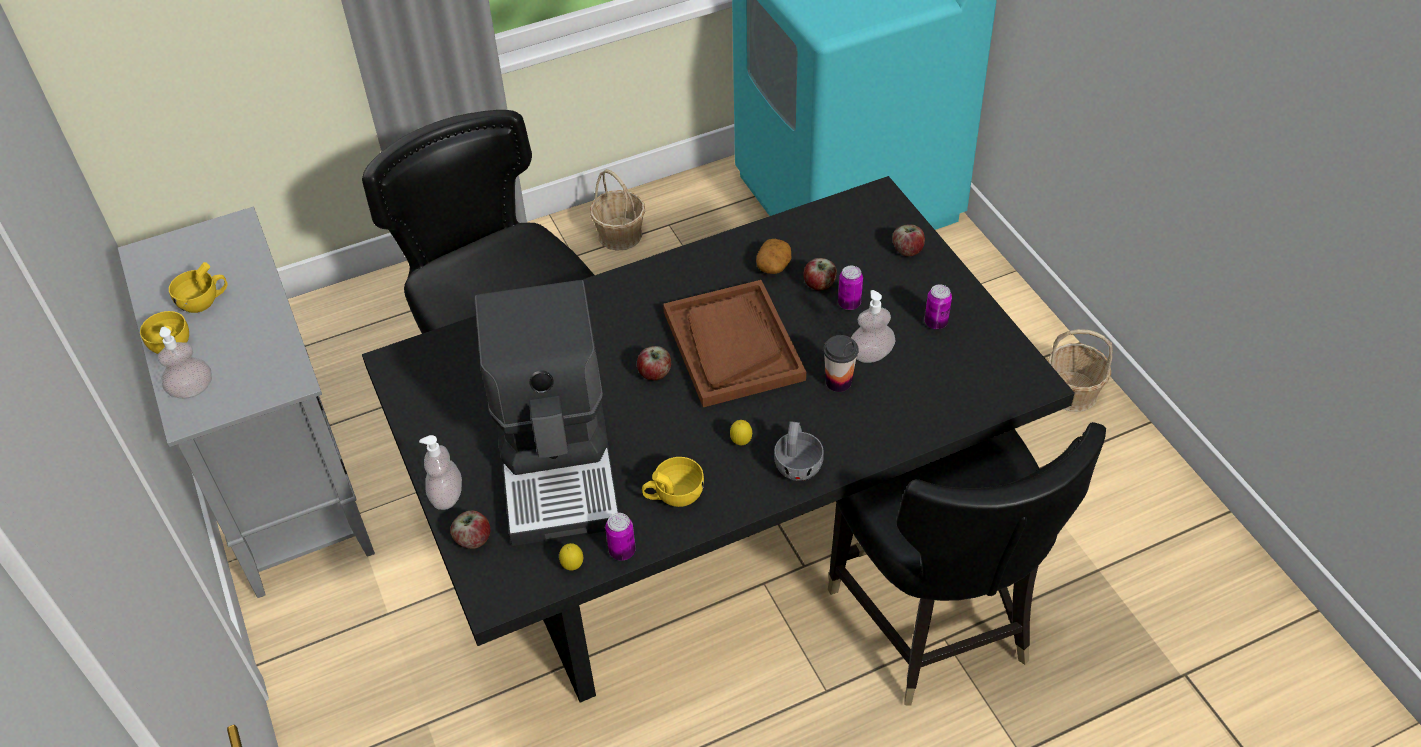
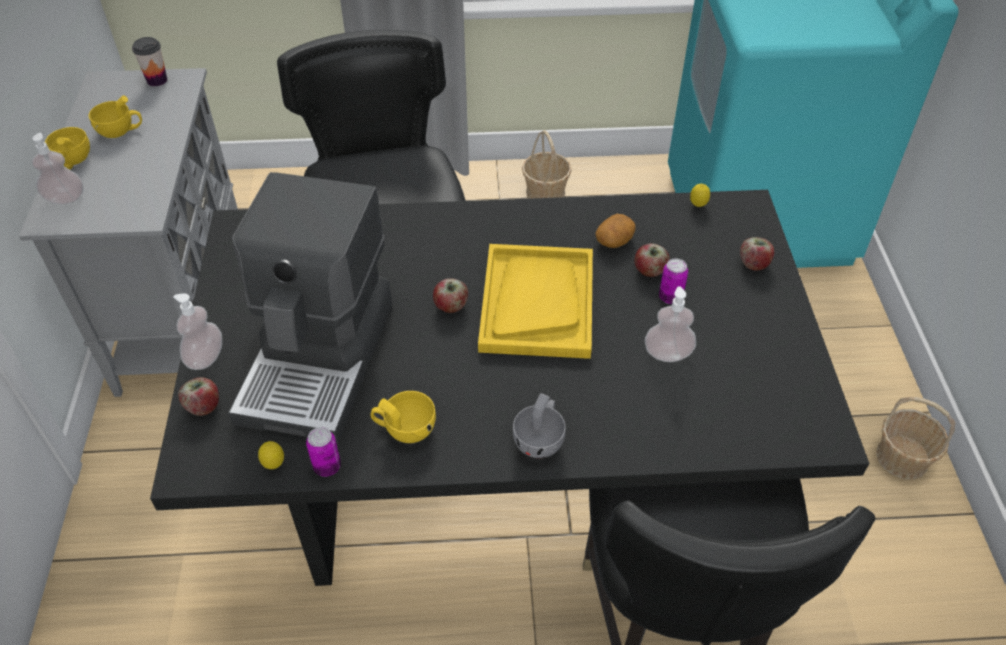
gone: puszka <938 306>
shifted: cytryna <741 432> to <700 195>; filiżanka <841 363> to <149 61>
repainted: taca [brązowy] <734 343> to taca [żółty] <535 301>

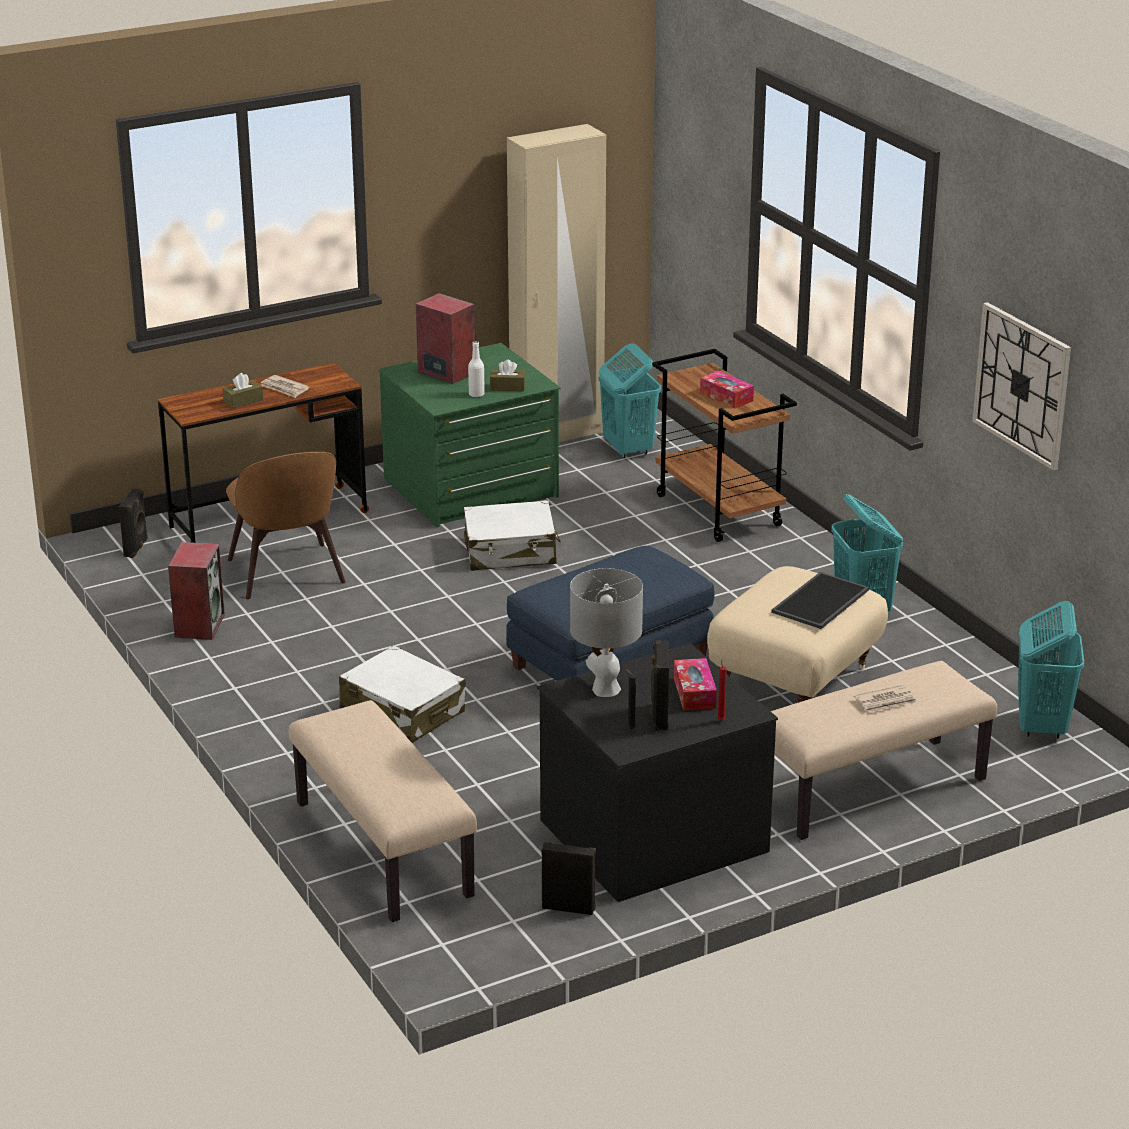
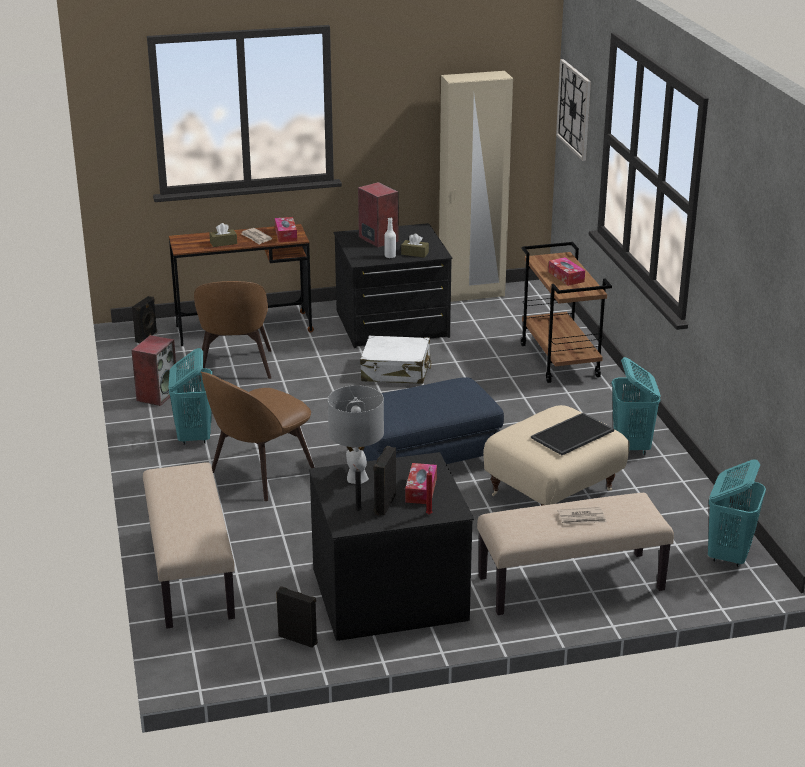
new: pudełko chusteczek <286 229>
shifted: kosz na pranie [turkusowy] <630 400> to <190 396>; zegar ścienny <1021 386> to <573 110>
swapped: walizka [biały] <402 694> to krzesło [brązowy] <258 436>
repainted: komoda [zielony] <469 435> to komoda [czarny] <393 285>

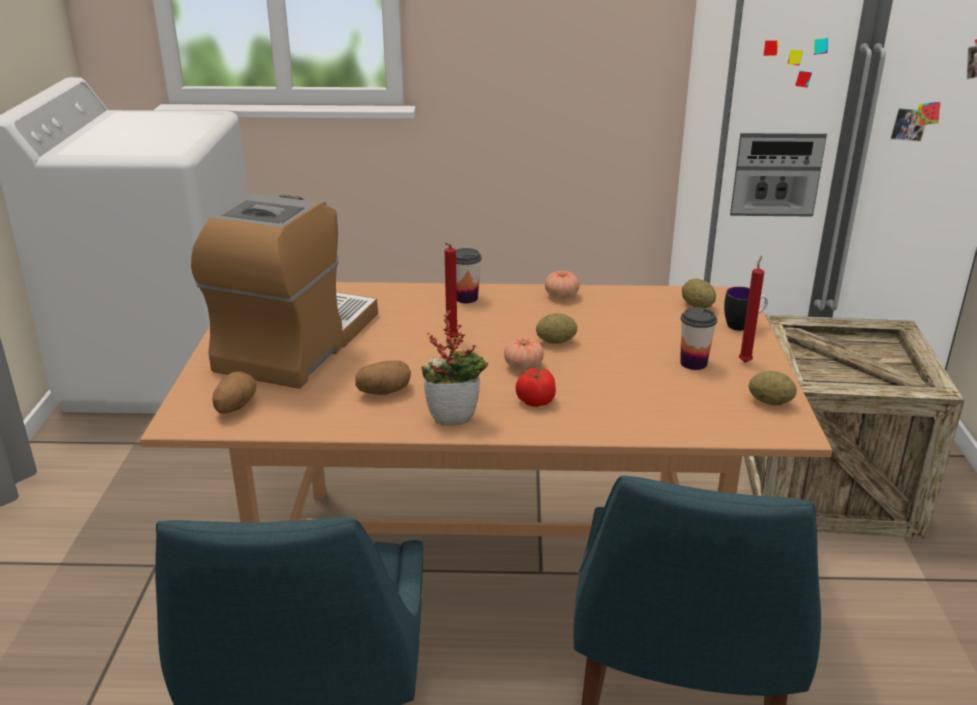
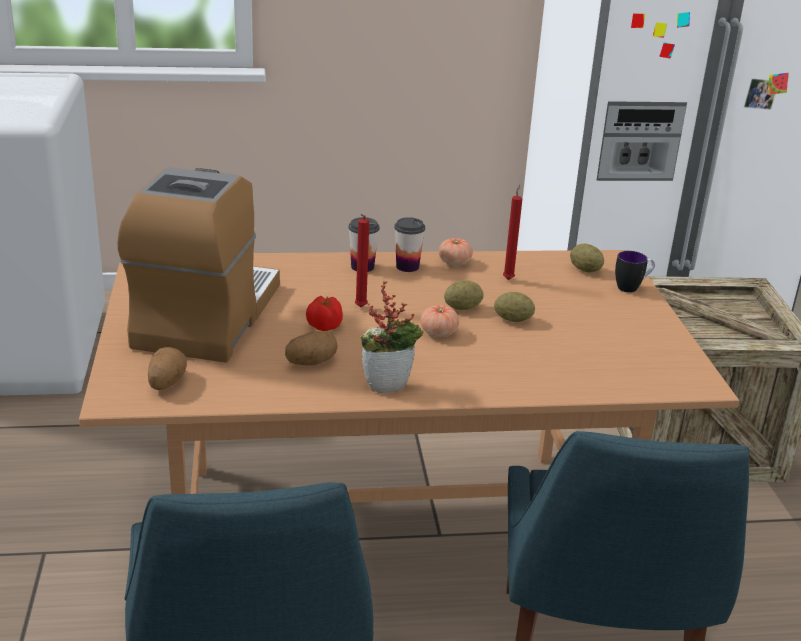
shifted: pomidor <535 387> to <324 313>; filiżanka <698 338> to <409 244>; świeca [czerwony] <751 309> to <512 232>; ziemniak <773 388> to <514 307>

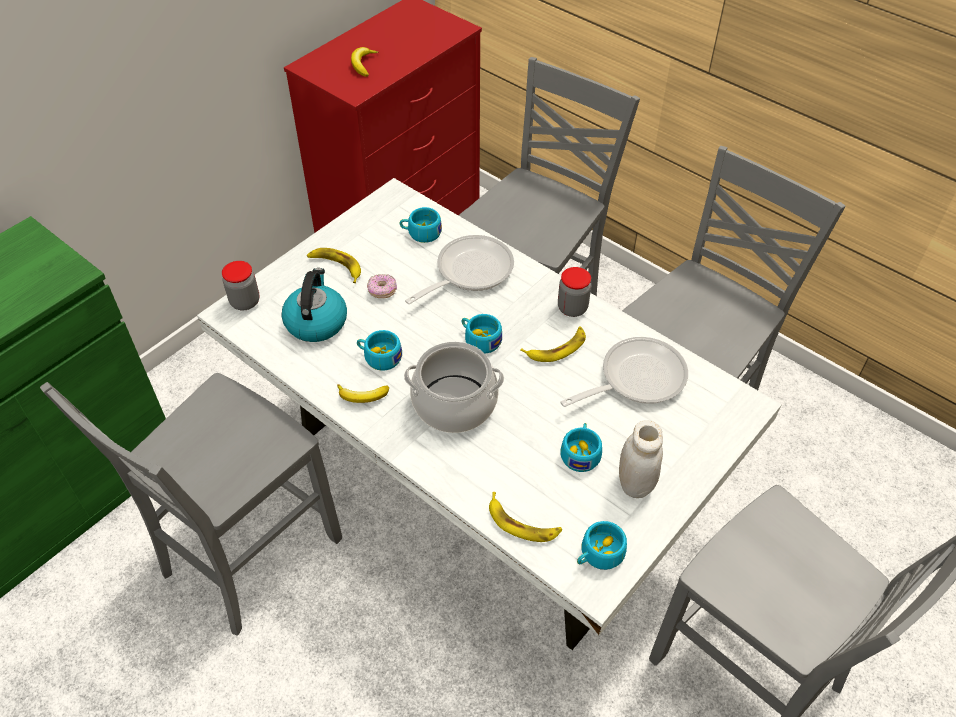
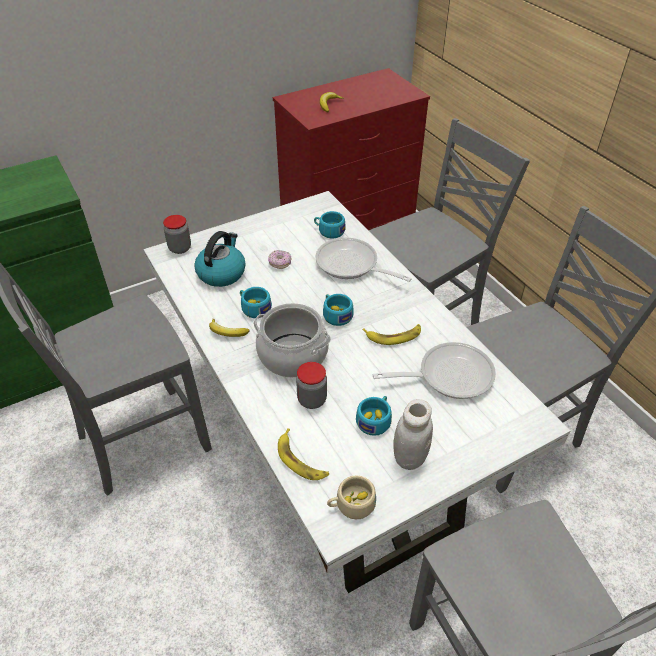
gone: banan <334 265>
shifted: słoik <574 292> to <311 385>
repainted: filiżanka [turkusowy] <602 545> to filiżanka [beżowy] <351 497>
rotated: patelnia <459 269> = <363 260> 120 degrees counterclockwise

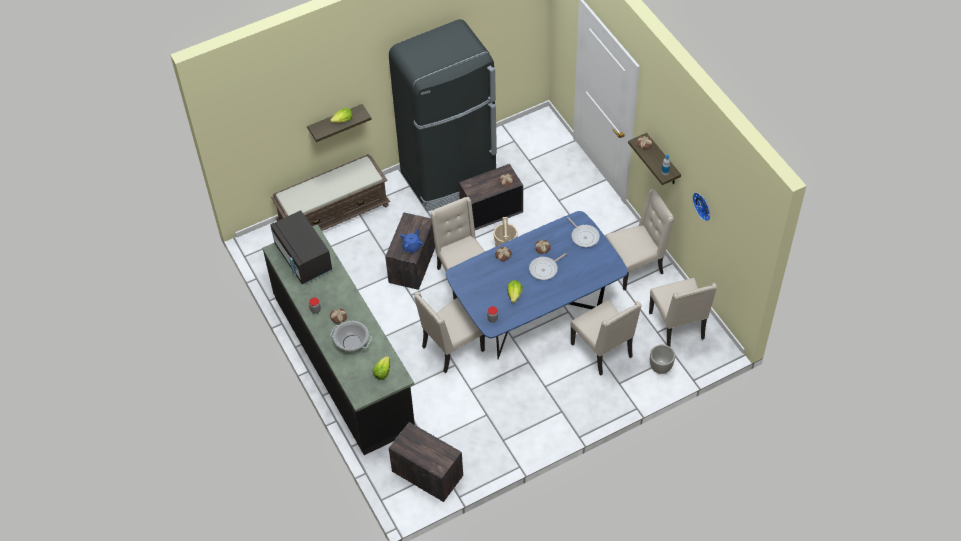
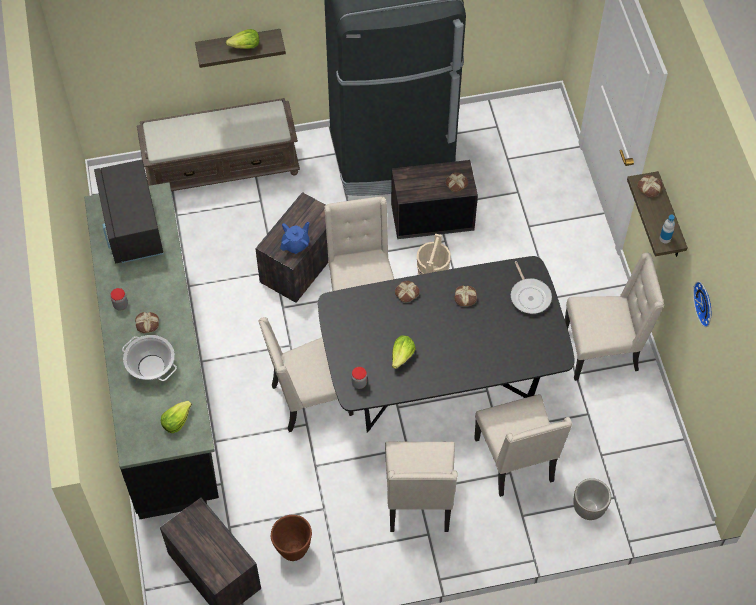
gone: patelnia <548 266>
new: donica [brązowy] <291 538>
shifted: krzesło [beżowy] <683 312> to <421 486>
repainted: stół jadalny [niebieski] <537 285> to stół jadalny [czarny] <446 344>

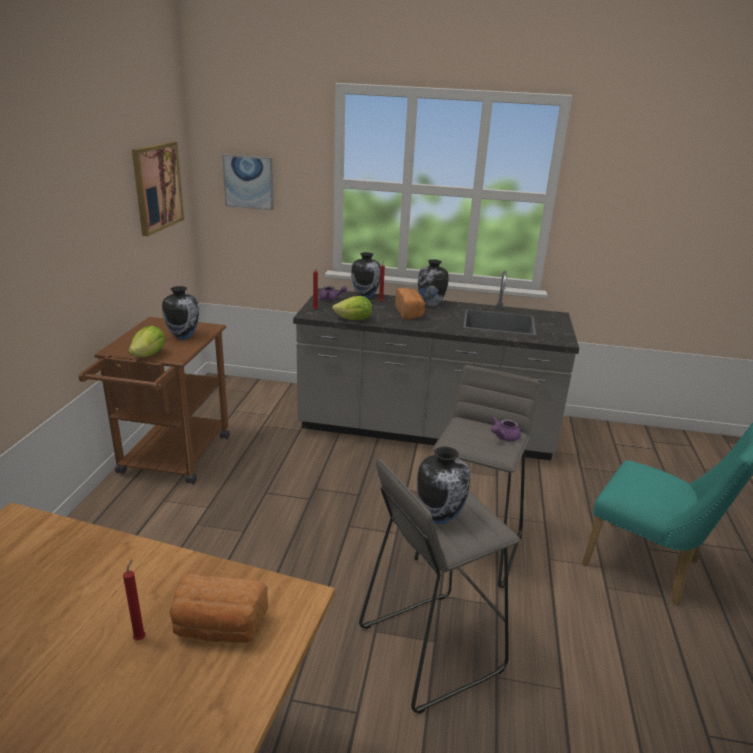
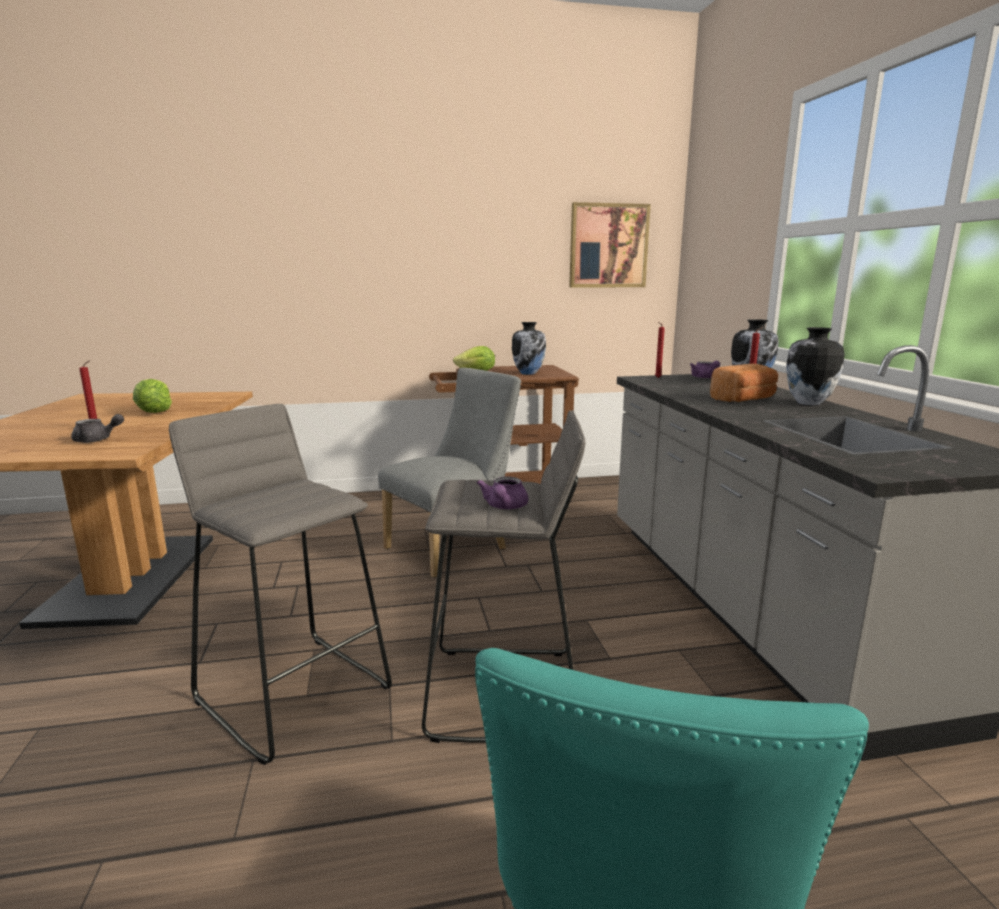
gone: obraz <248 182>; wazon <443 485>
new: krzesło [szary] <449 473>
shifted: sałata <352 308> to <152 396>
swapped: chleb <218 608> to imbryk [szary] <97 428>
rotated: imbryk [fioletowy] <506 429> = <503 493> 105 degrees counterclockwise

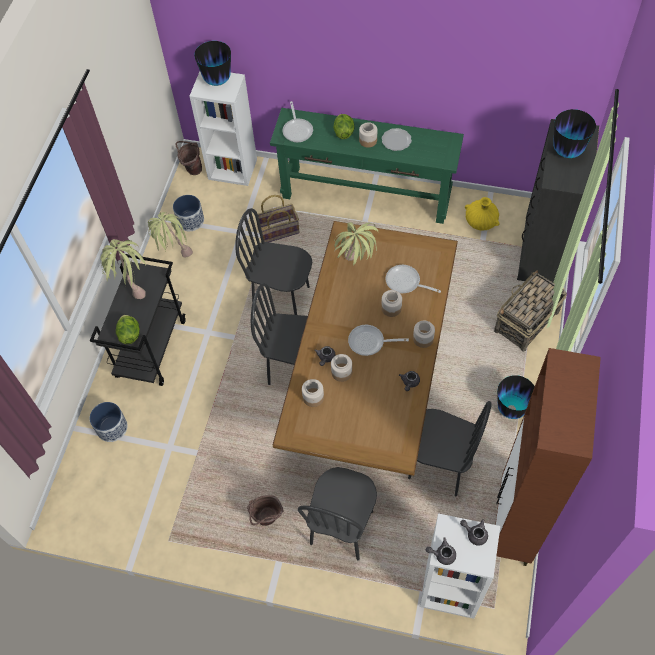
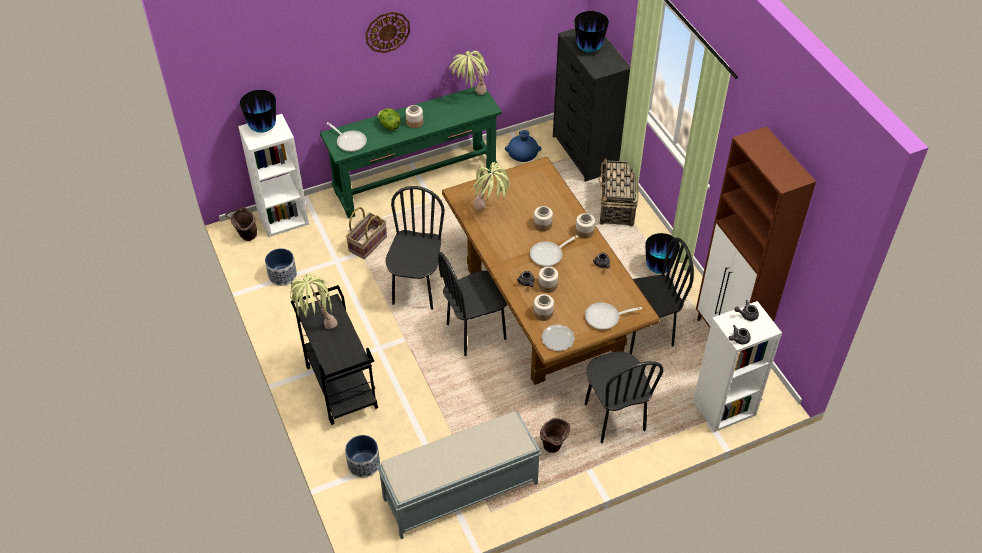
gone: sałata <128 329>
new: zegar ścienny <387 32>; ławka [szary] <459 475>
shifted: roślina doniczkowa <170 235> to <469 73>; talerz <397 139> to <558 338>; patelnia <413 279> to <613 316>
repainted: wazon [żółty] <482 213> to wazon [niebieski] <523 146>
rotated: krzesło [czarny] <273 261> = <415 248> 120 degrees clockwise

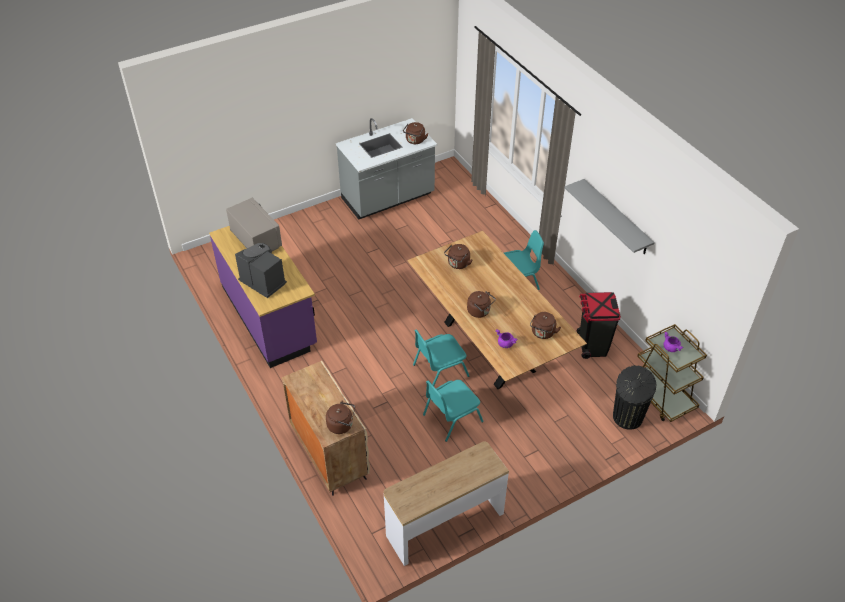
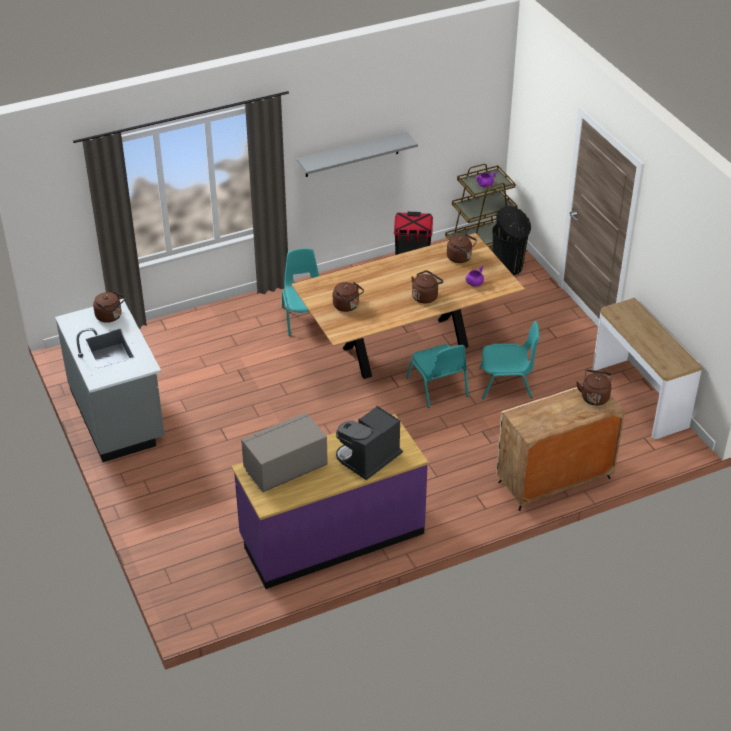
rotated: krzesło [turkusowy] <453 411> = <509 360> 60 degrees counterclockwise

